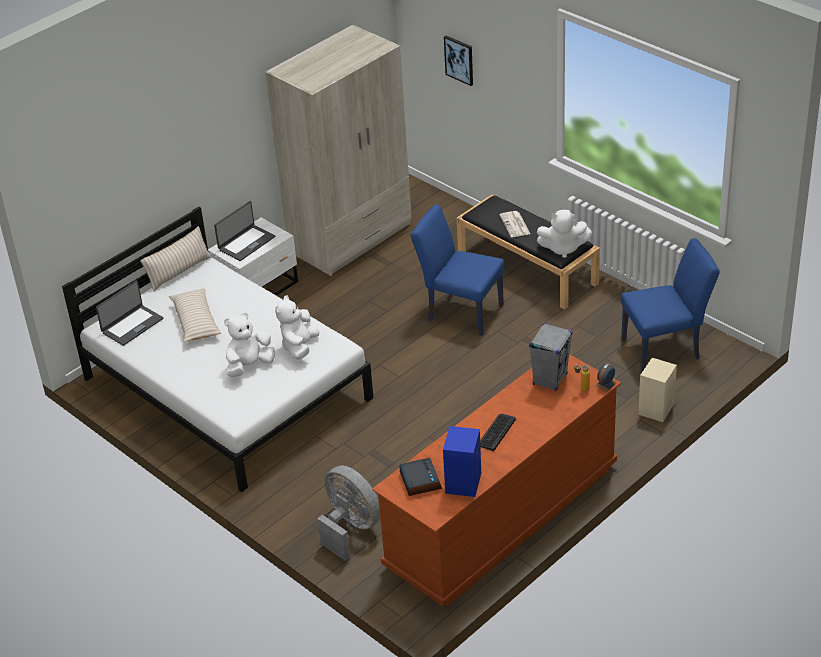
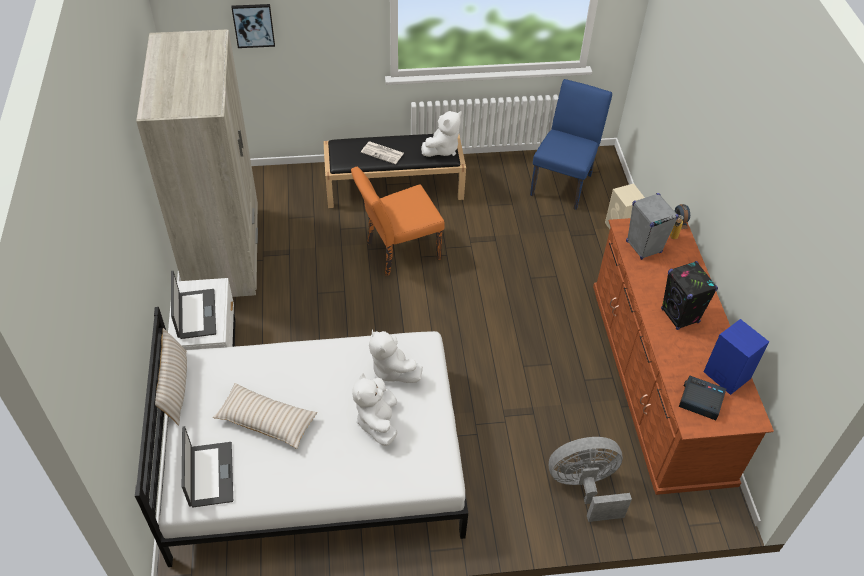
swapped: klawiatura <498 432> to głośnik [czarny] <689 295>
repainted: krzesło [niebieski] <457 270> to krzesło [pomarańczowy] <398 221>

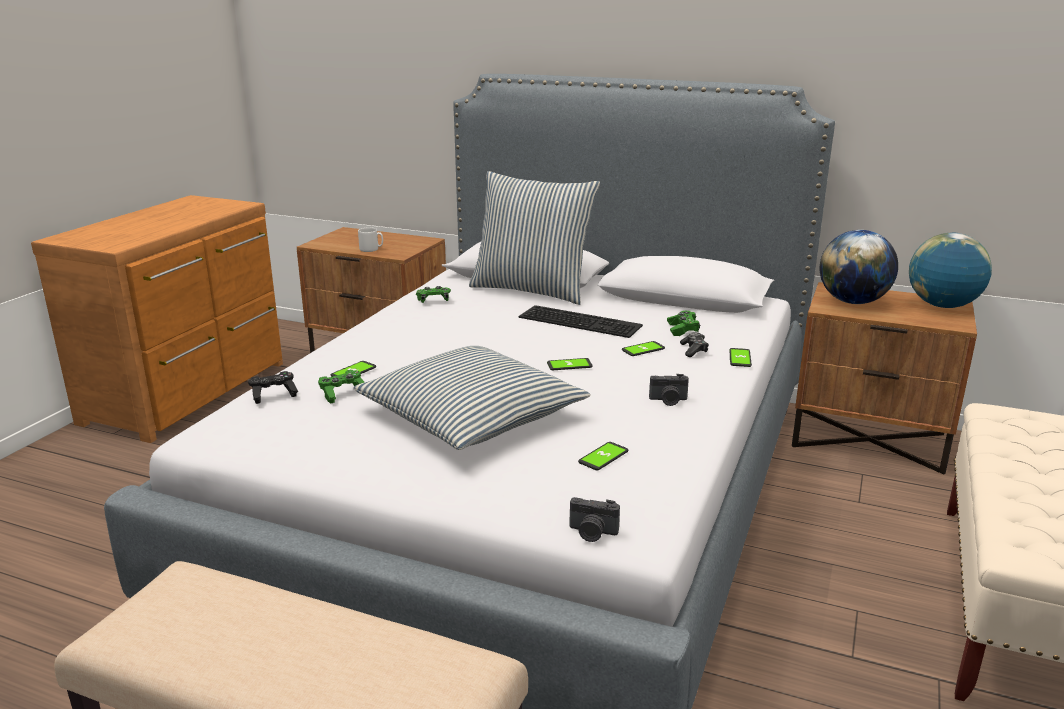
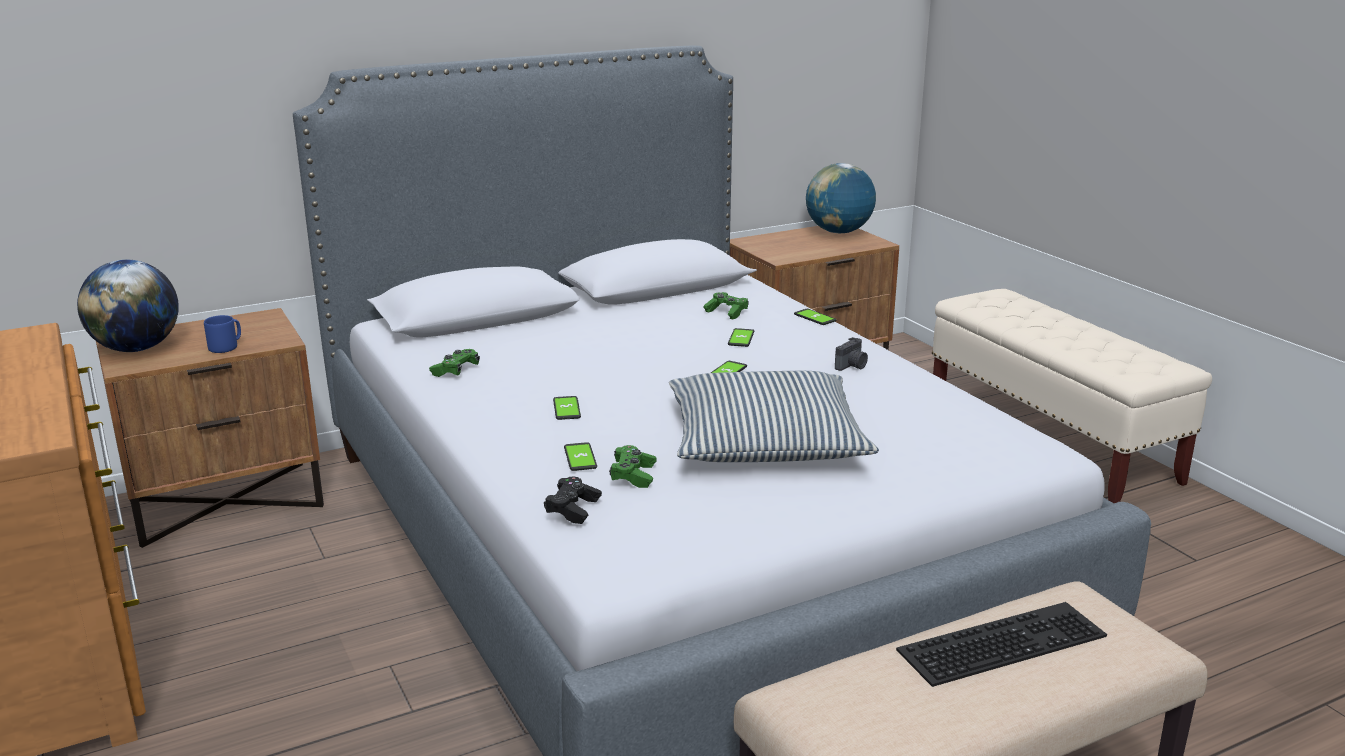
gone: poduszka <534 238>; aparat fotograficzny <594 519>; pad do gier <694 344>
shifted: klawiatura <581 321> to <1001 644>; telefon <603 456> to <567 408>; globus <859 267> to <128 306>
repainted: kubek [szary] <370 239> to kubek [niebieski] <222 334>

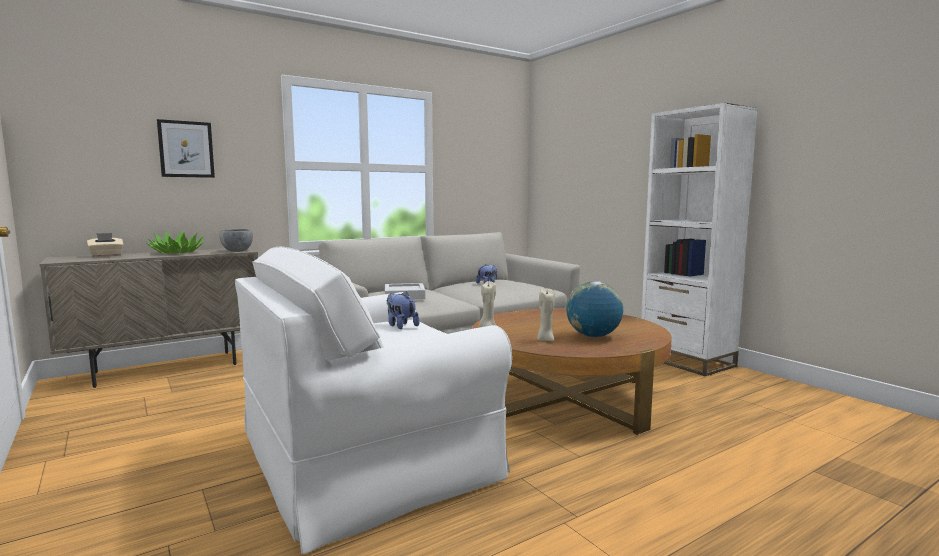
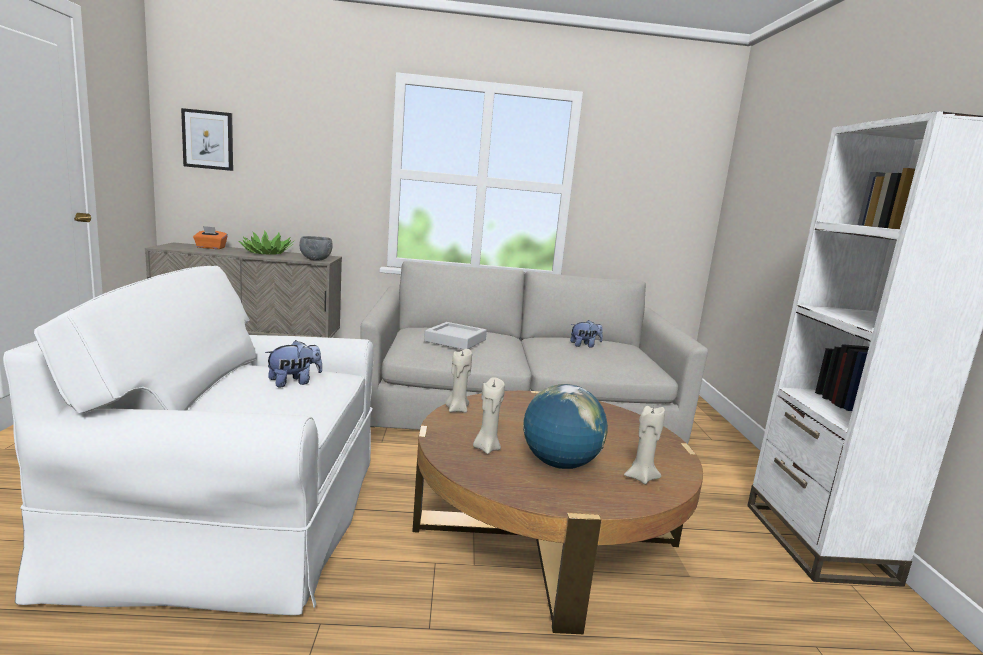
new: świeca [beżowy] <644 445>
shifted: obraz <186 148> to <207 139>
repainted: pudełko chusteczek [beżowy] <105 245> to pudełko chusteczek [pomarańczowy] <210 237>
rotated: pluszak <403 310> = <293 363> 60 degrees clockwise

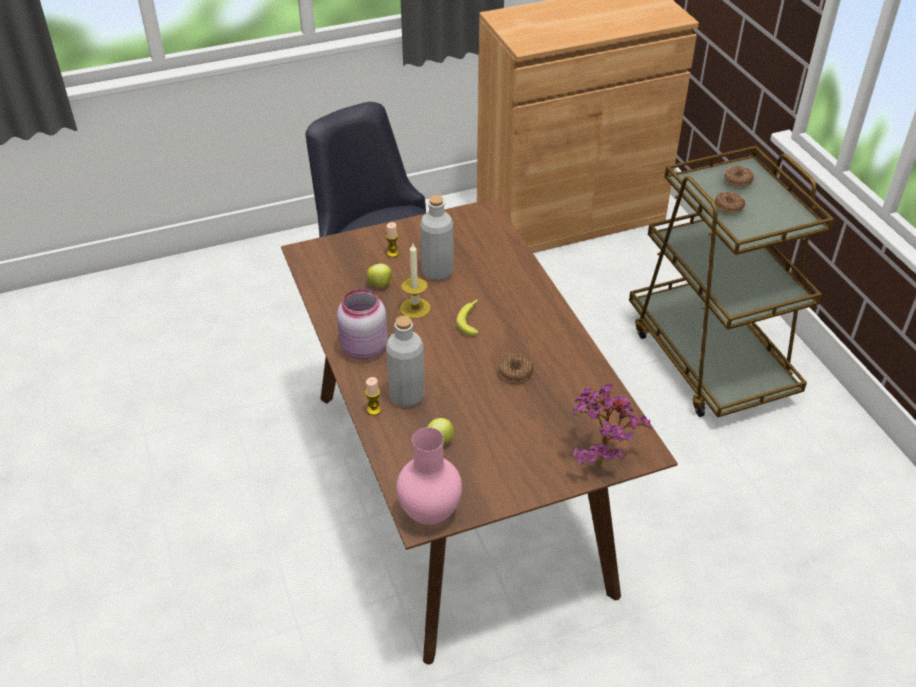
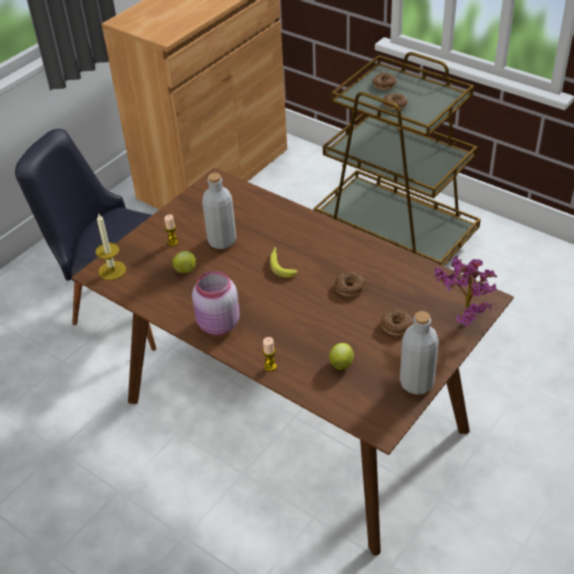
gone: wazon [różowy] <429 476>
new: donut <397 322>
shifted: butelka [szary] <405 361> to <419 353>; świeca <415 281> to <111 246>

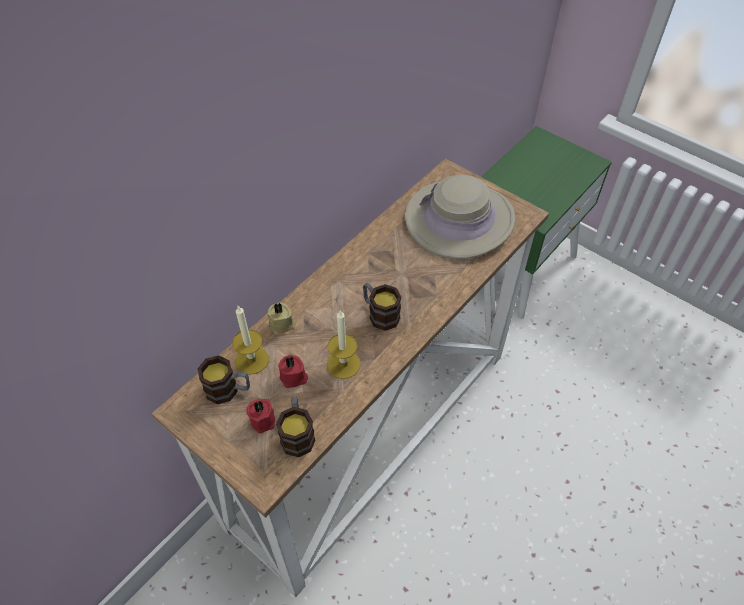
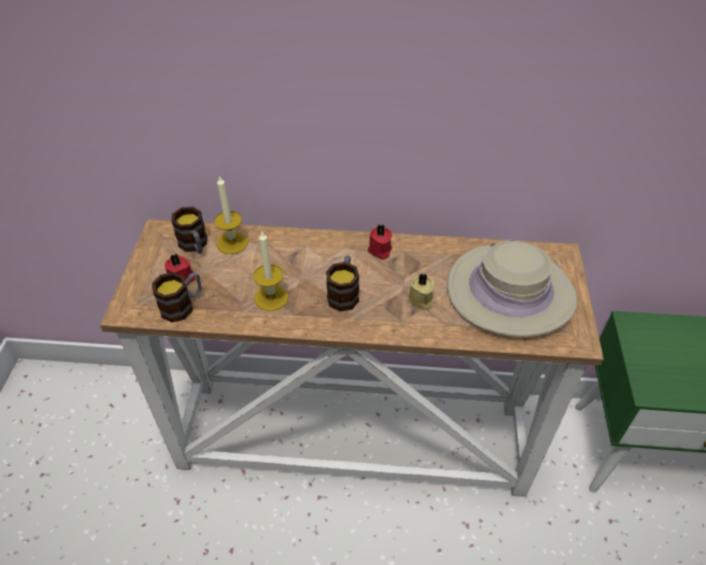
shifted: świeca [beżowy] <281 318> to <421 291>; świeca [czerwony] <293 371> to <380 241>

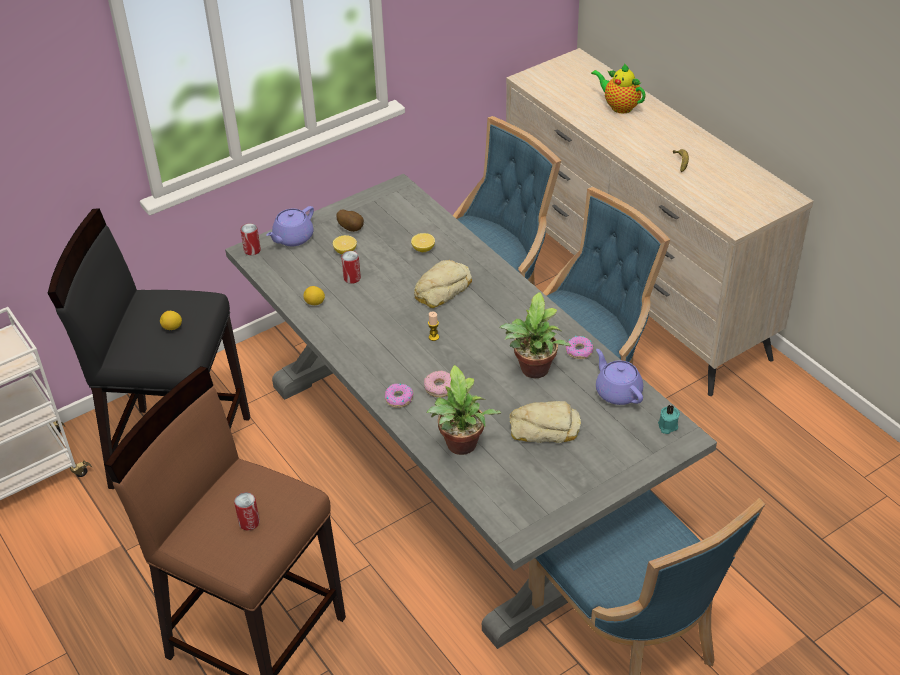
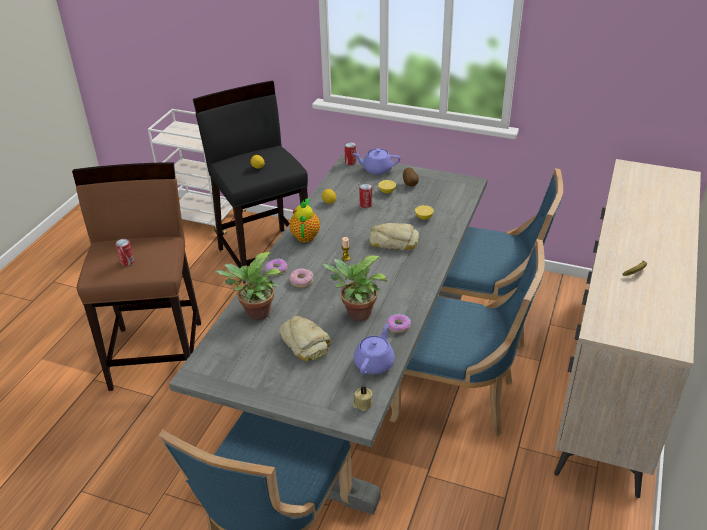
shifted: imbryk <618 88> to <305 220>
repainted: świeca [turkusowy] <669 419> to świeca [beżowy] <362 398>

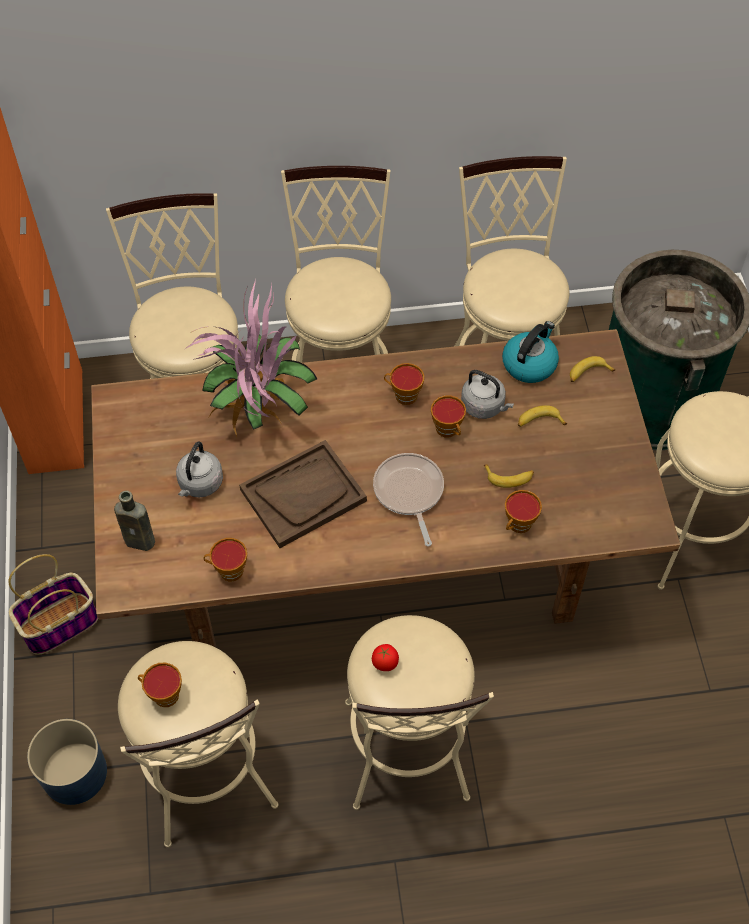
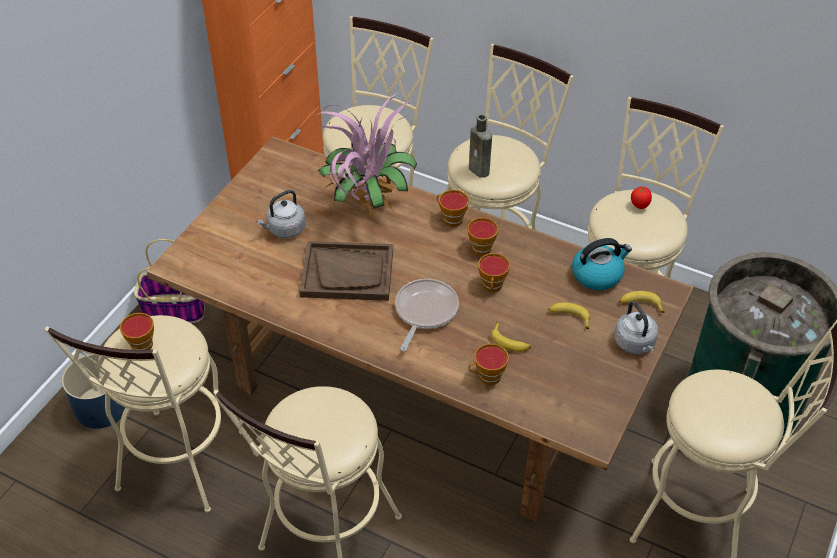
shifted: butelka [brązowy] <134 520> to <480 146>; filiżanka <225 559> to <453 208>; pomidor <385 657> to <641 198>; czajnik [szary] <487 394> to <636 327>

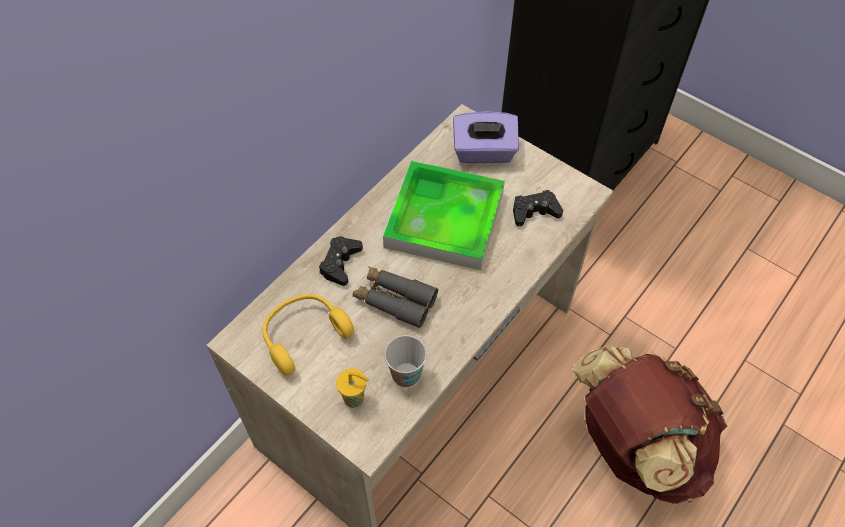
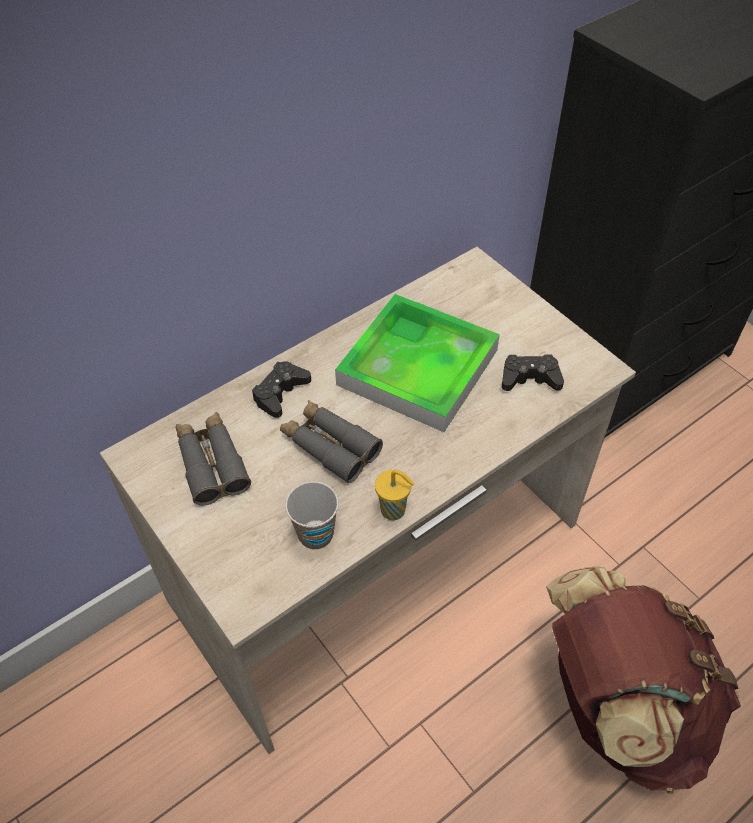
gone: pudełko chusteczek [fioletowy] <486 137>
shifted: filiżanka [żółty] <352 388> to <395 495>
swapped: słuchawki [żółty] <308 334> to lornetka [szary] <213 459>

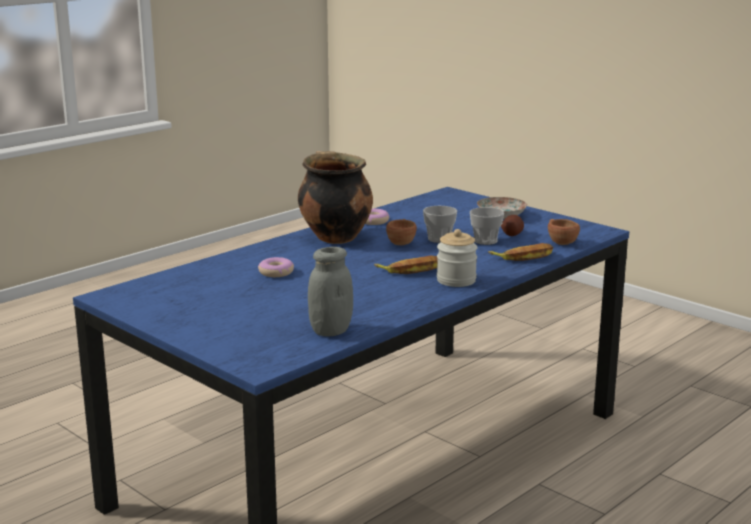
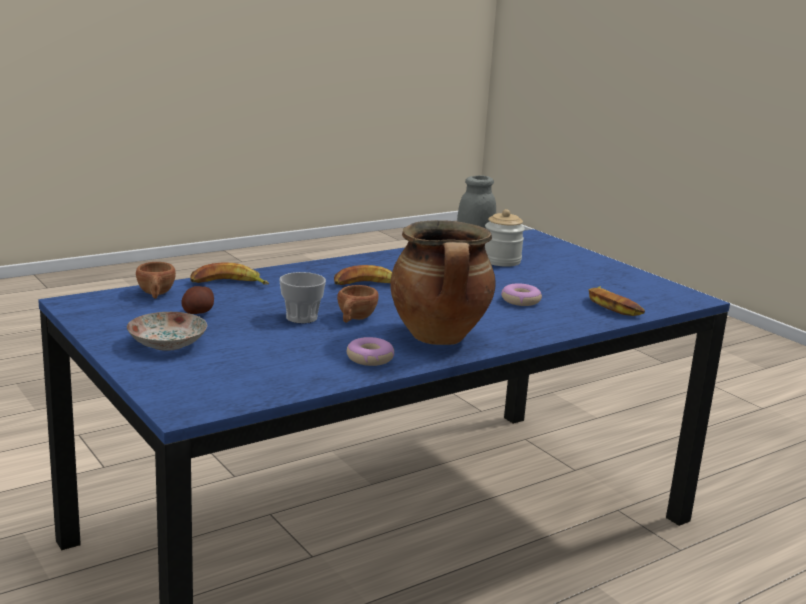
gone: filiżanka <487 226>
new: banan <617 301>
shifted: słoik <457 258> to <505 238>

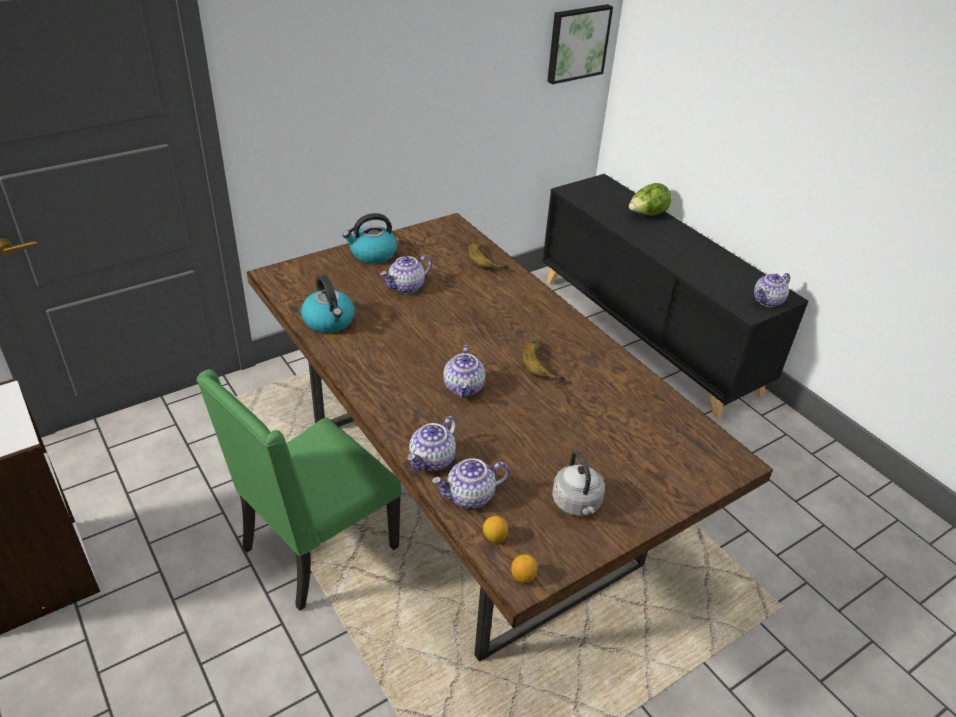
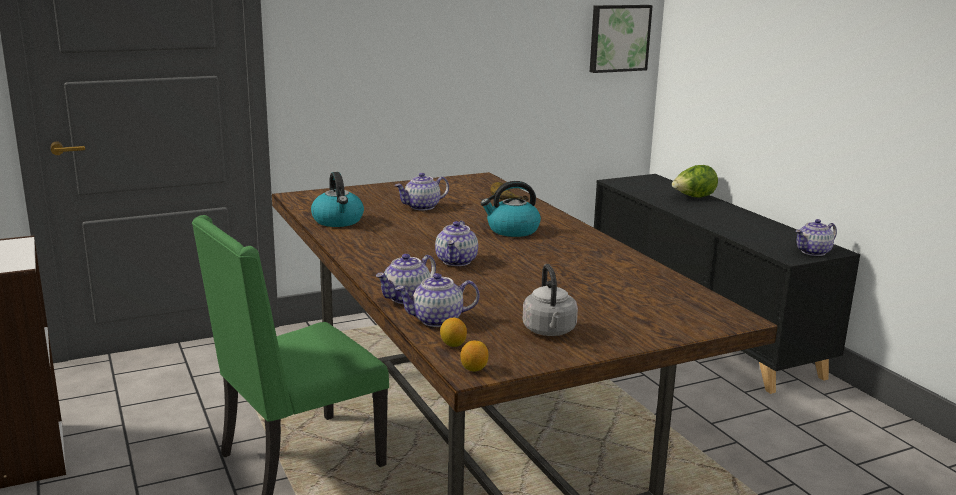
gone: banan <543 361>
shifted: czajnik <370 238> to <511 209>

